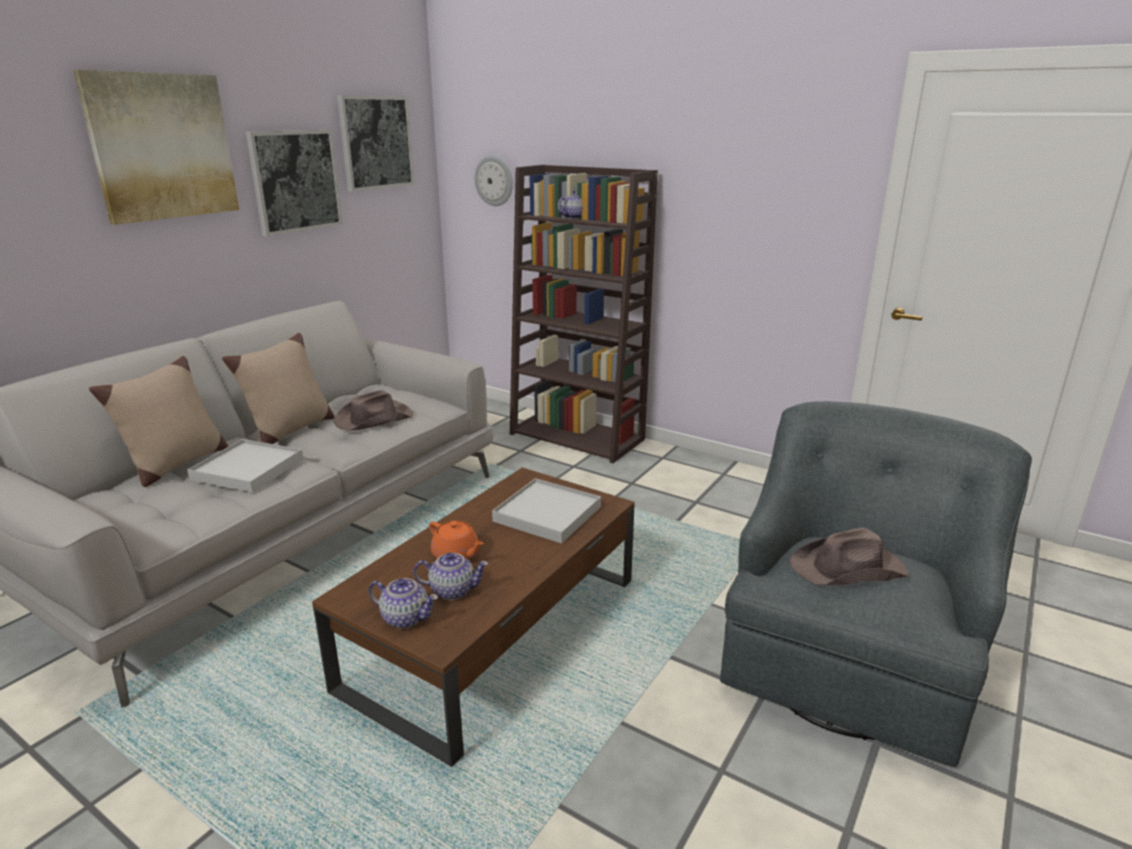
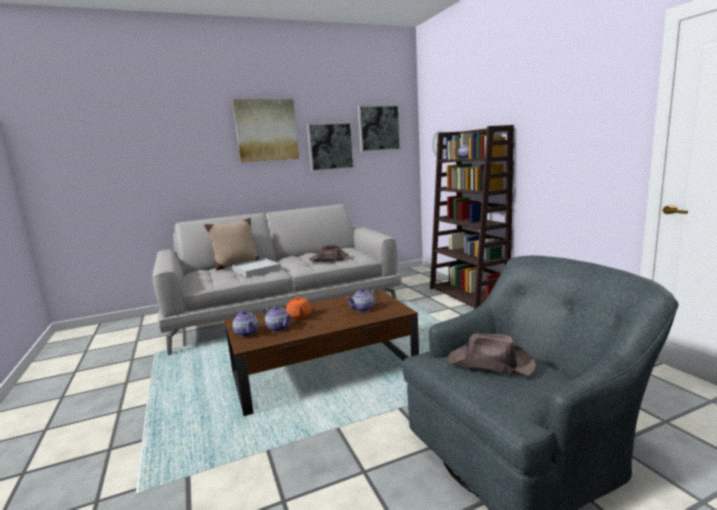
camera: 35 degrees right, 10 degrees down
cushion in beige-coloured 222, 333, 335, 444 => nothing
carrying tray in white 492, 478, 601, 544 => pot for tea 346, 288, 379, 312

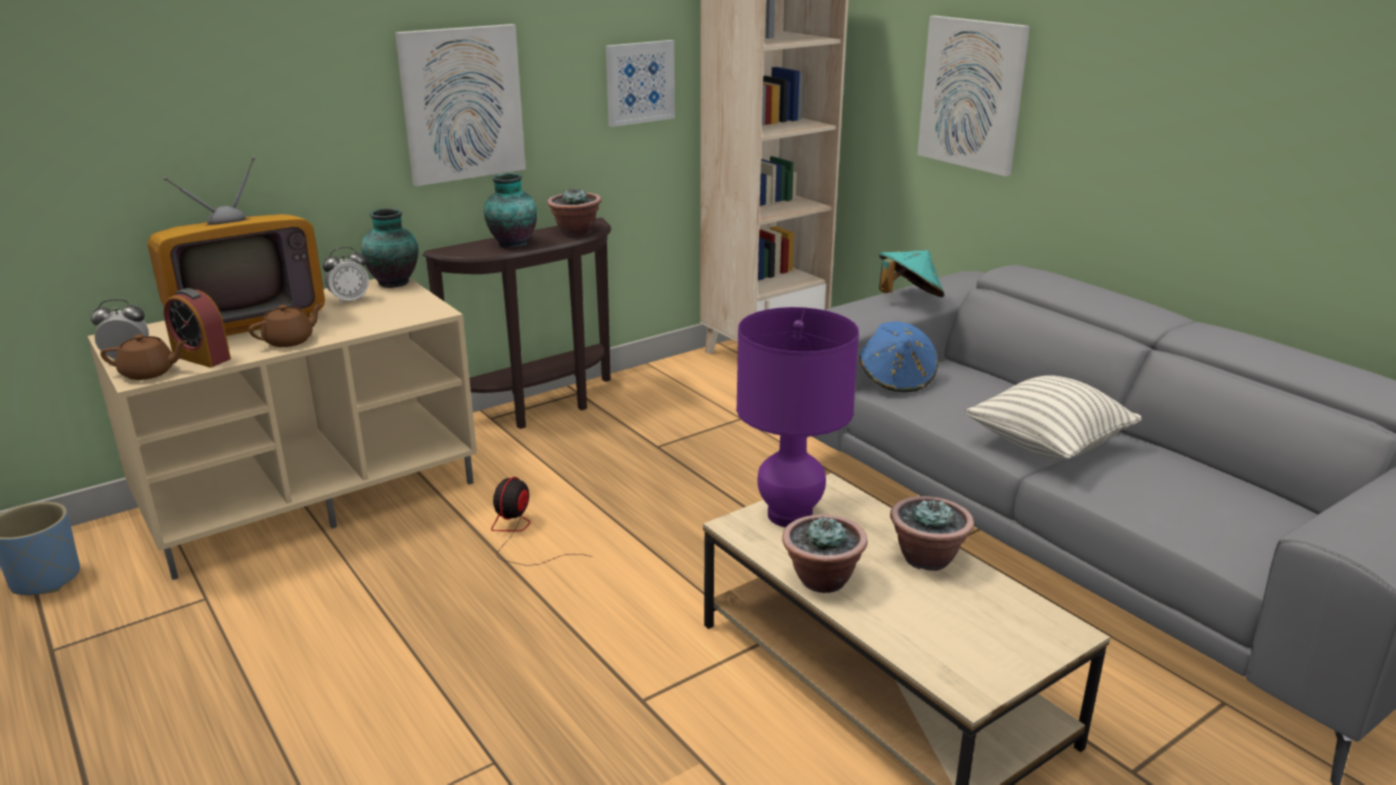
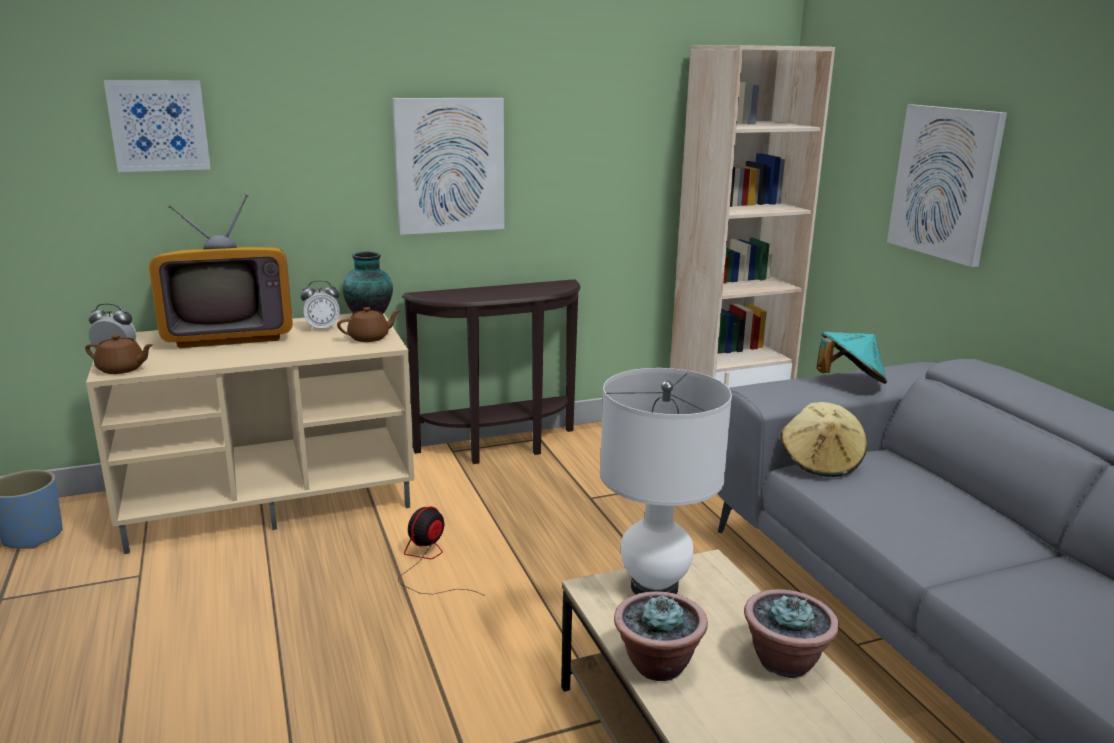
camera: 15 degrees right, 5 degrees down
wall art 606, 40, 675, 127 => wall art 104, 80, 211, 172, relocated
flower vase 484, 173, 537, 248 => nothing
houseplant 547, 188, 602, 236 => nothing
bedside clock 164, 288, 231, 367 => nothing
pot for tea in brown-coloured 248, 303, 323, 347 => pot for tea in brown-coloured 337, 307, 401, 342, relocated
lamp for a table in purple 736, 307, 859, 527 => lamp for a table in white 600, 368, 732, 595
hat in bluish 859, 322, 938, 392 => hat in beige-coloured 781, 402, 867, 477
cushion 965, 375, 1142, 460 => nothing

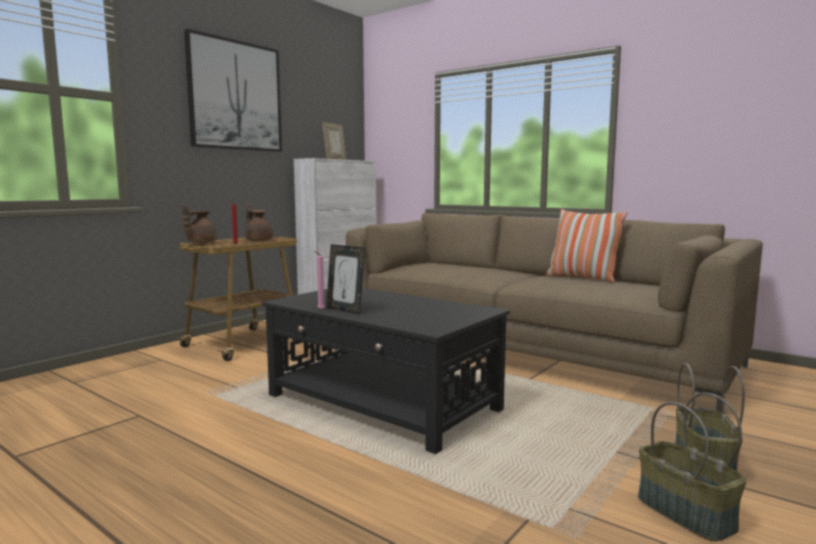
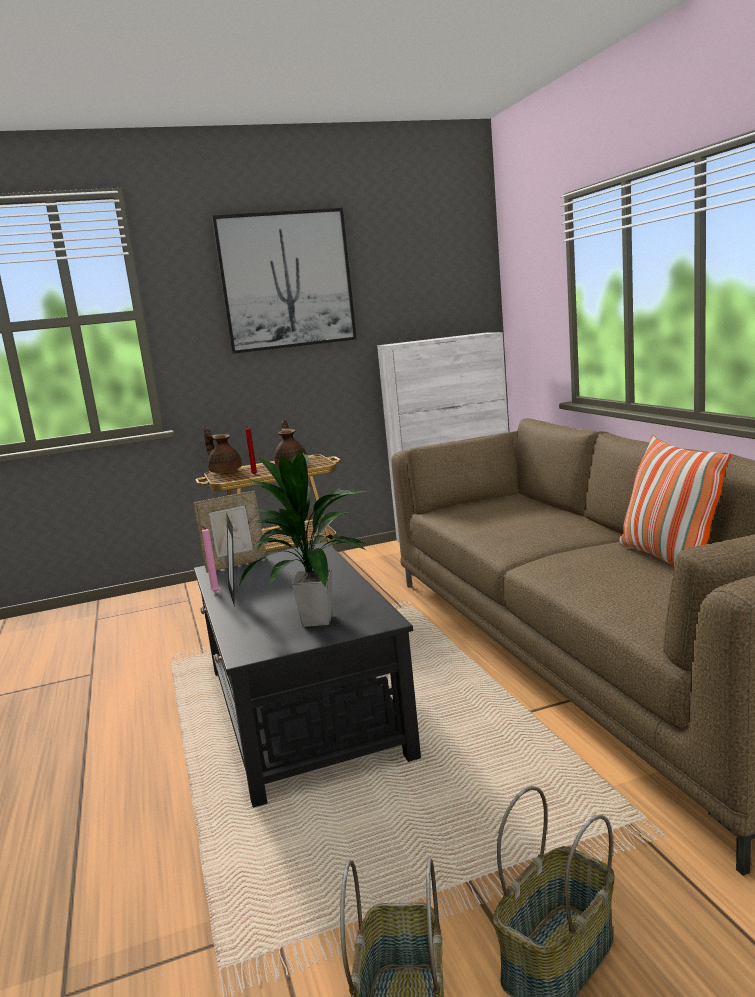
camera: 35 degrees right, 5 degrees up
standing frame 322, 122, 346, 160 => standing frame 193, 491, 267, 573, relocated
pot for tea in brown-coloured 182, 205, 217, 243 => pot for tea in brown-coloured 204, 427, 242, 473, 75 degrees clockwise
nothing => houseplant 239, 448, 369, 627

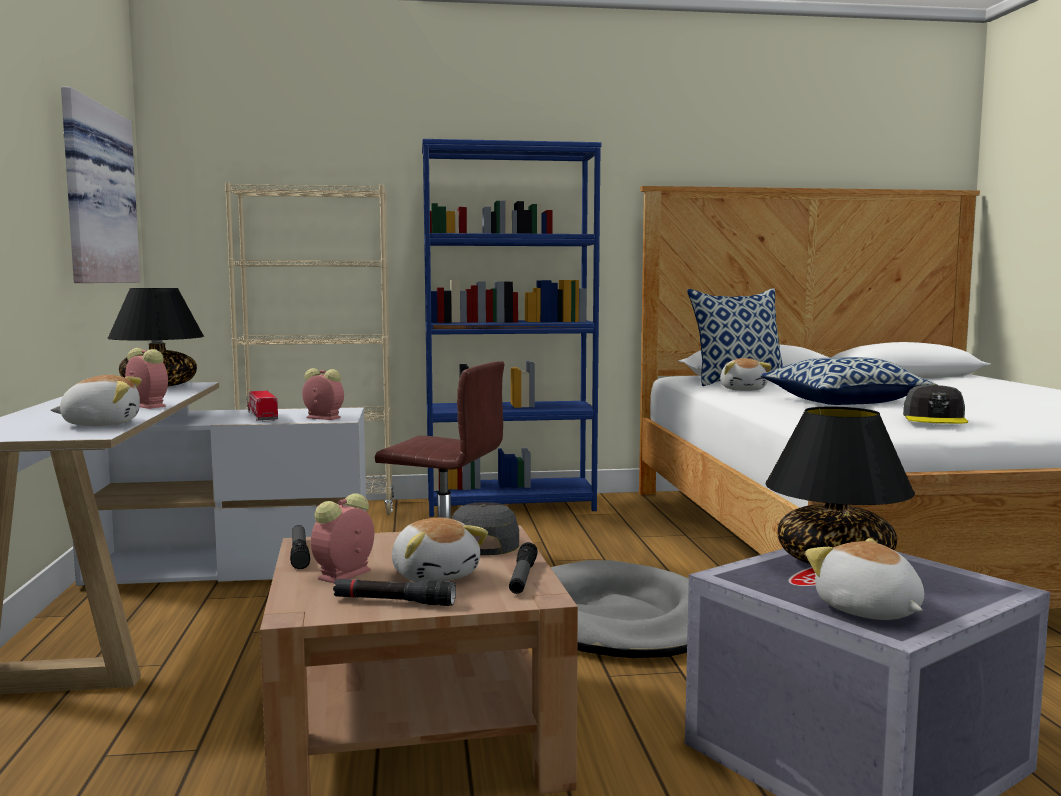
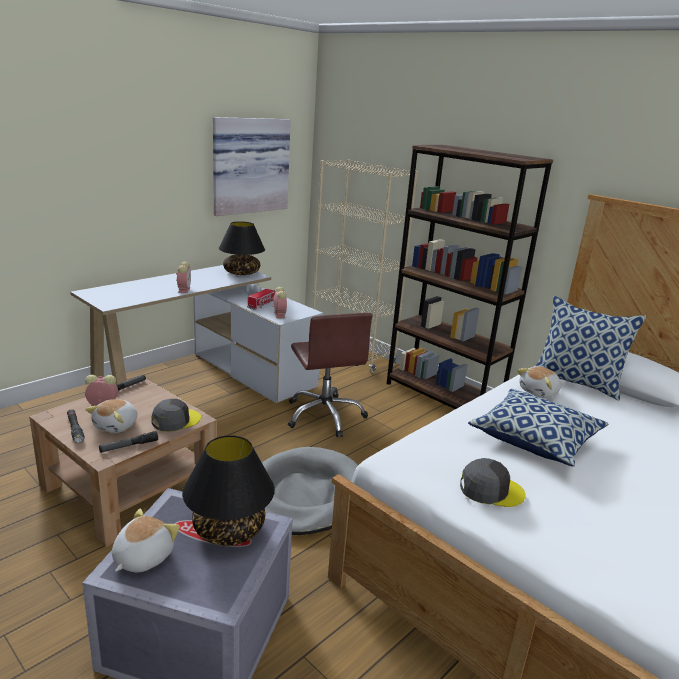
camera: 50 degrees right, 15 degrees up
bookcase in bluish 422, 139, 602, 517 => bookcase in brown-coloured 386, 145, 553, 409
soft toy 50, 375, 142, 426 => nothing
cap in grey 903, 384, 968, 424 => cap in grey 460, 458, 526, 507, 150 degrees counterclockwise

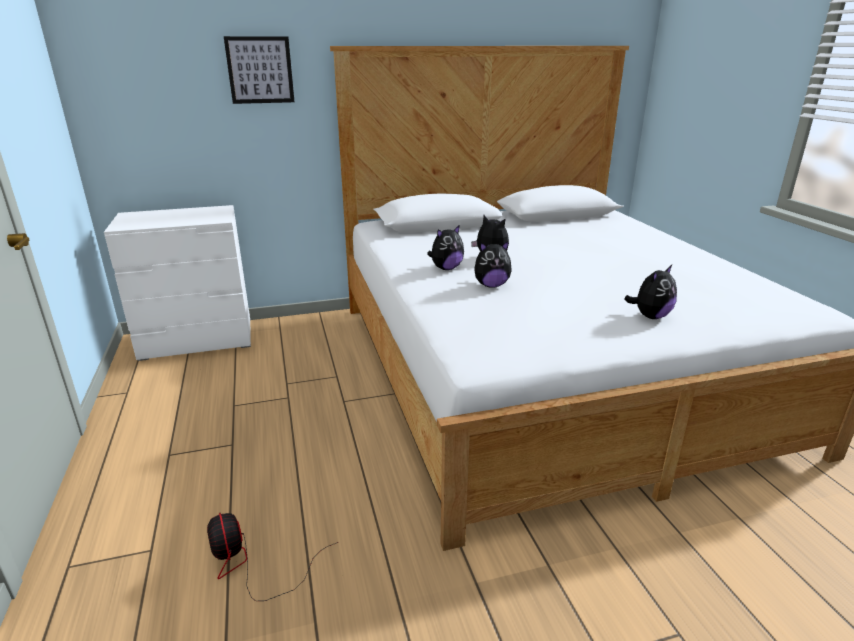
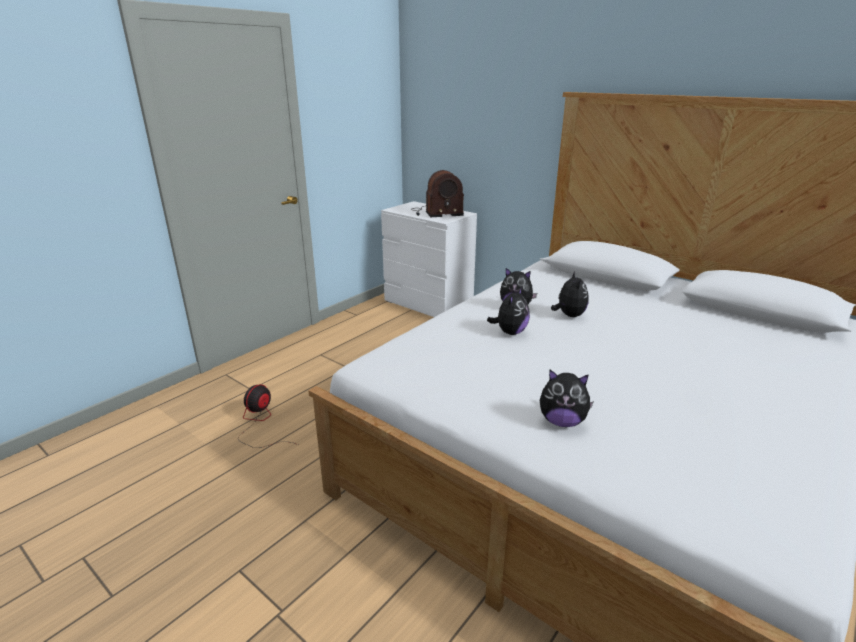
camera: 55 degrees right, 0 degrees up
wall art 224, 36, 294, 104 => nothing
soft toy 474, 241, 512, 288 => soft toy 487, 287, 530, 335, 105 degrees counterclockwise
nothing => radio 411, 170, 464, 217

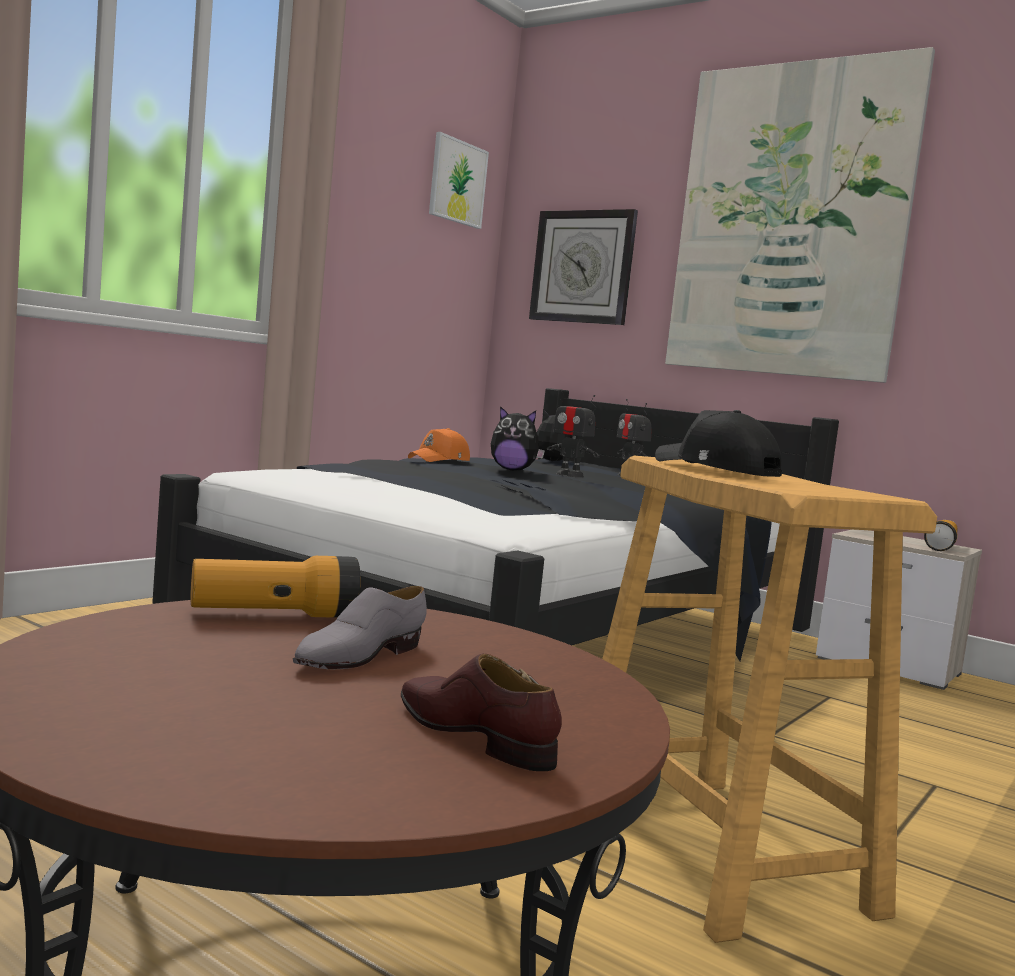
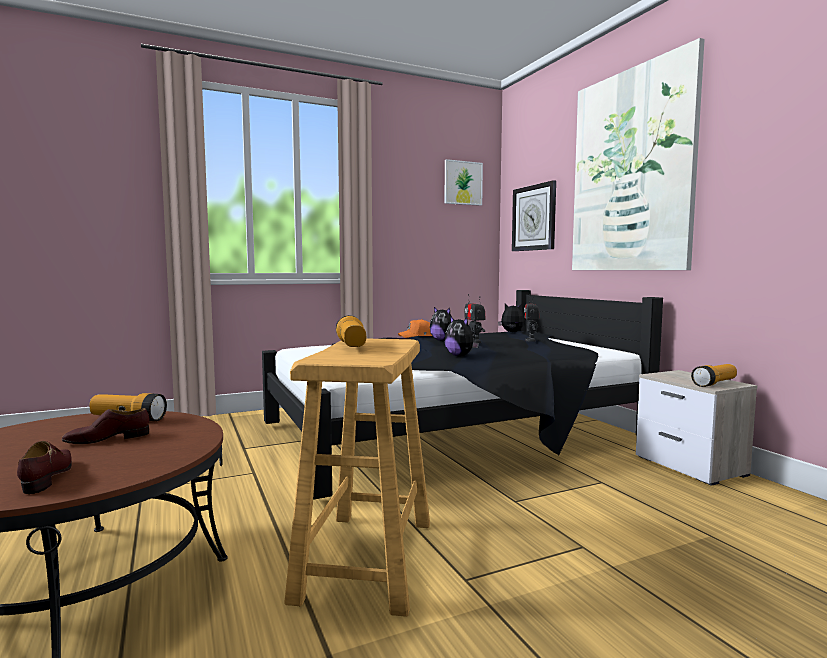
camera: 30 degrees right, 0 degrees up
cap in black 655, 410, 782, 477 => hand torch 336, 315, 366, 347
item of footwear in grey 293, 586, 427, 670 => item of footwear in brown-coloured 62, 408, 150, 444
nothing => soft toy 444, 316, 479, 356

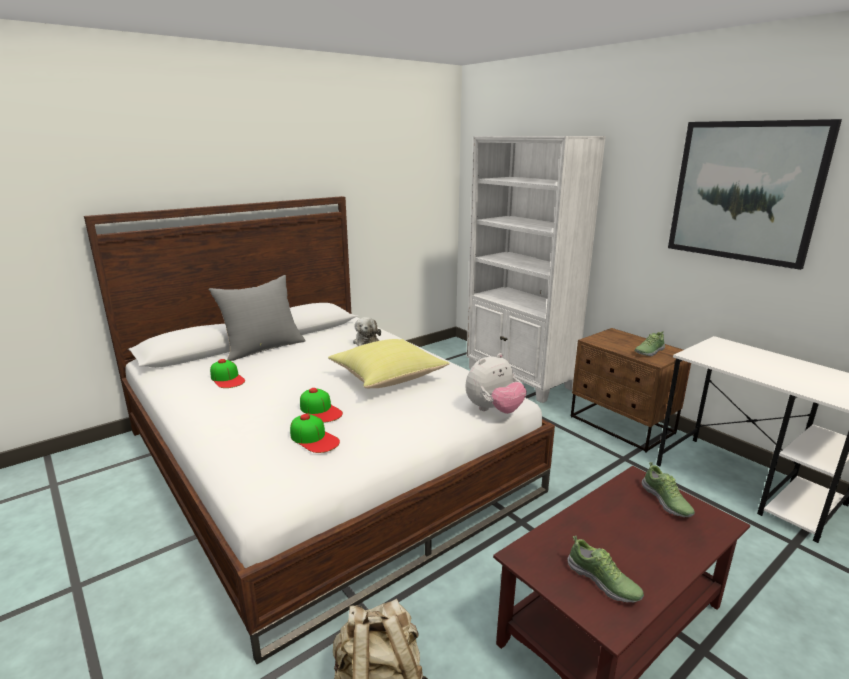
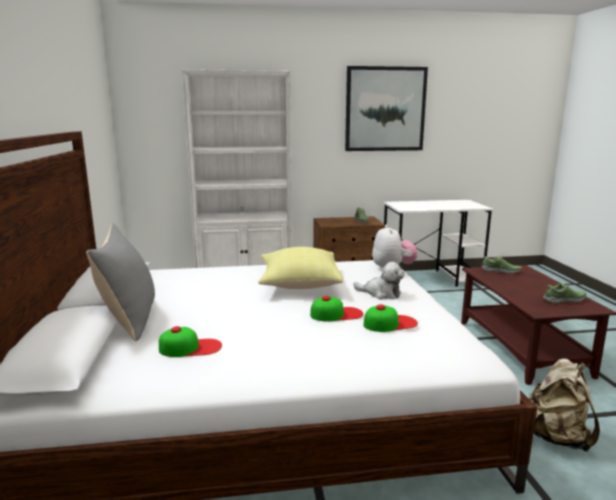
camera: 60 degrees left, 5 degrees down
soft toy 353, 317, 381, 346 => soft toy 353, 262, 404, 299, relocated

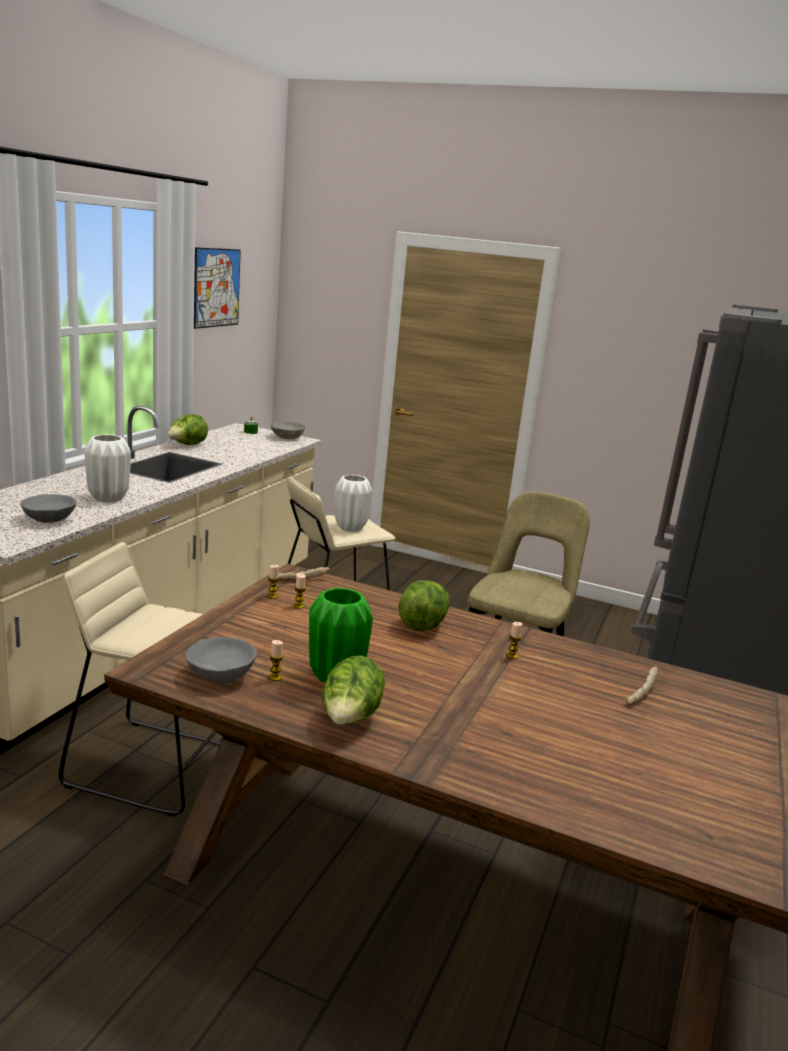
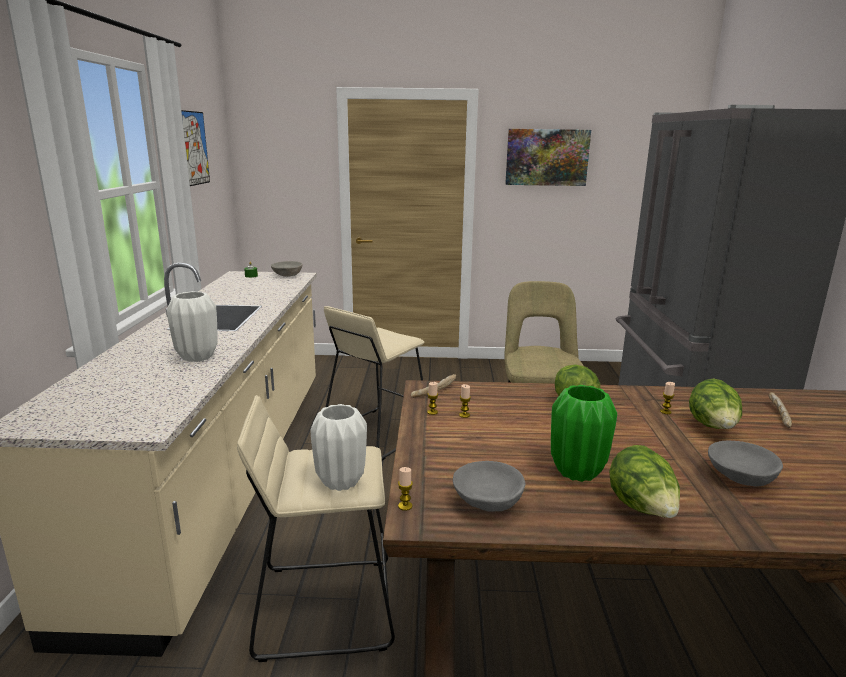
camera: 20 degrees left, 0 degrees up
head of lettuce 167, 414, 208, 445 => head of lettuce 689, 379, 742, 429, relocated
flower vase in white 335, 475, 372, 532 => flower vase in white 310, 404, 367, 491, relocated
serving bowl in grey 20, 494, 77, 523 => serving bowl in grey 708, 441, 783, 486, relocated
candle 269, 640, 284, 681 => candle 398, 467, 413, 511, relocated
nothing => wall art 505, 129, 591, 186

